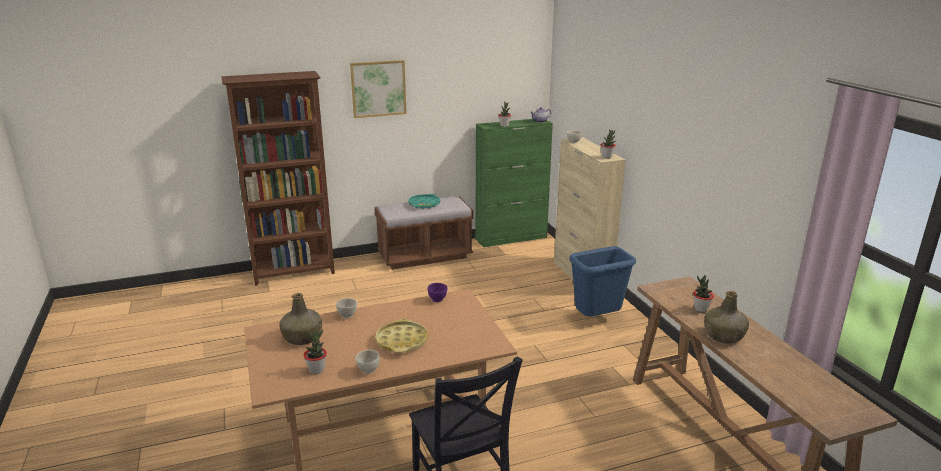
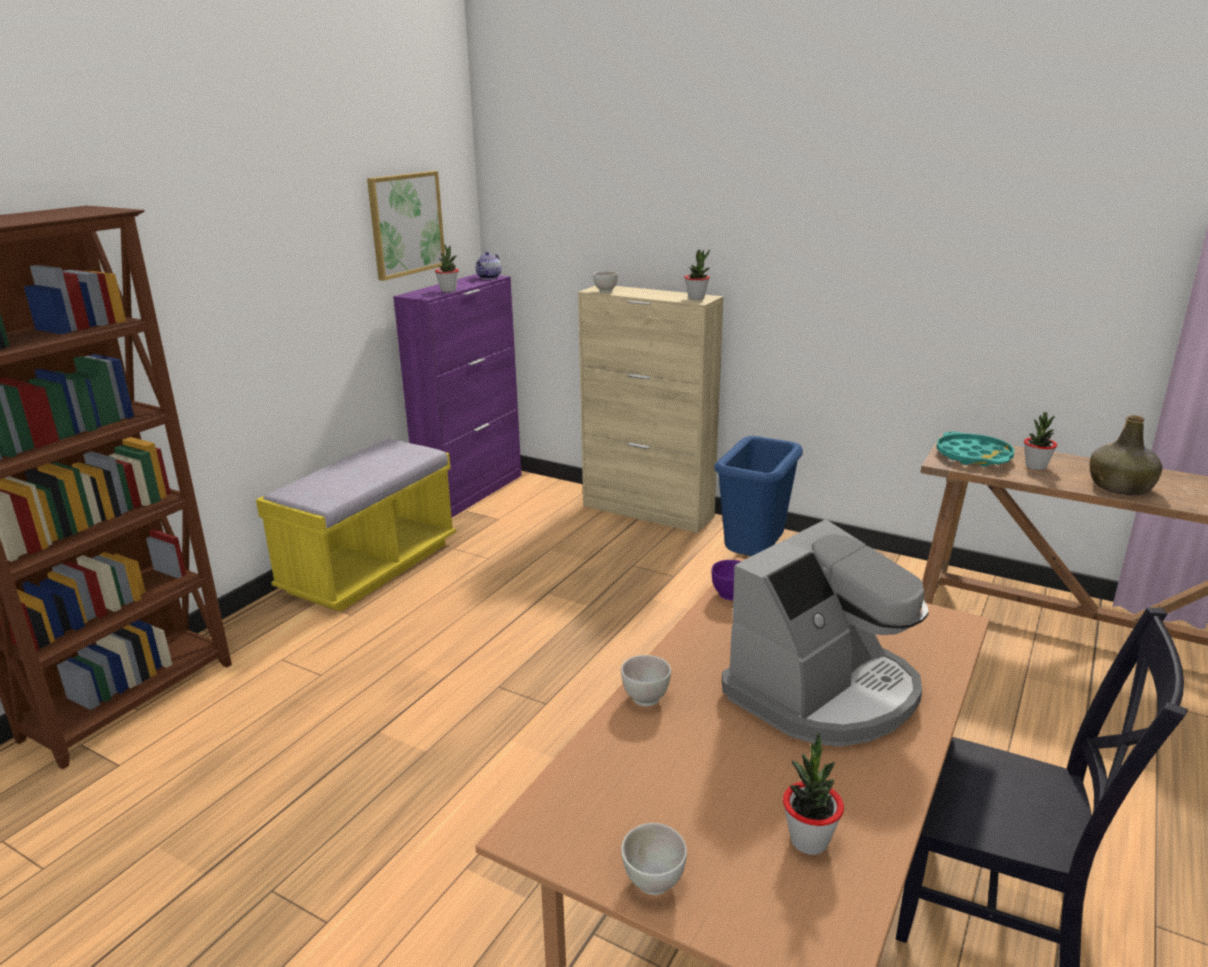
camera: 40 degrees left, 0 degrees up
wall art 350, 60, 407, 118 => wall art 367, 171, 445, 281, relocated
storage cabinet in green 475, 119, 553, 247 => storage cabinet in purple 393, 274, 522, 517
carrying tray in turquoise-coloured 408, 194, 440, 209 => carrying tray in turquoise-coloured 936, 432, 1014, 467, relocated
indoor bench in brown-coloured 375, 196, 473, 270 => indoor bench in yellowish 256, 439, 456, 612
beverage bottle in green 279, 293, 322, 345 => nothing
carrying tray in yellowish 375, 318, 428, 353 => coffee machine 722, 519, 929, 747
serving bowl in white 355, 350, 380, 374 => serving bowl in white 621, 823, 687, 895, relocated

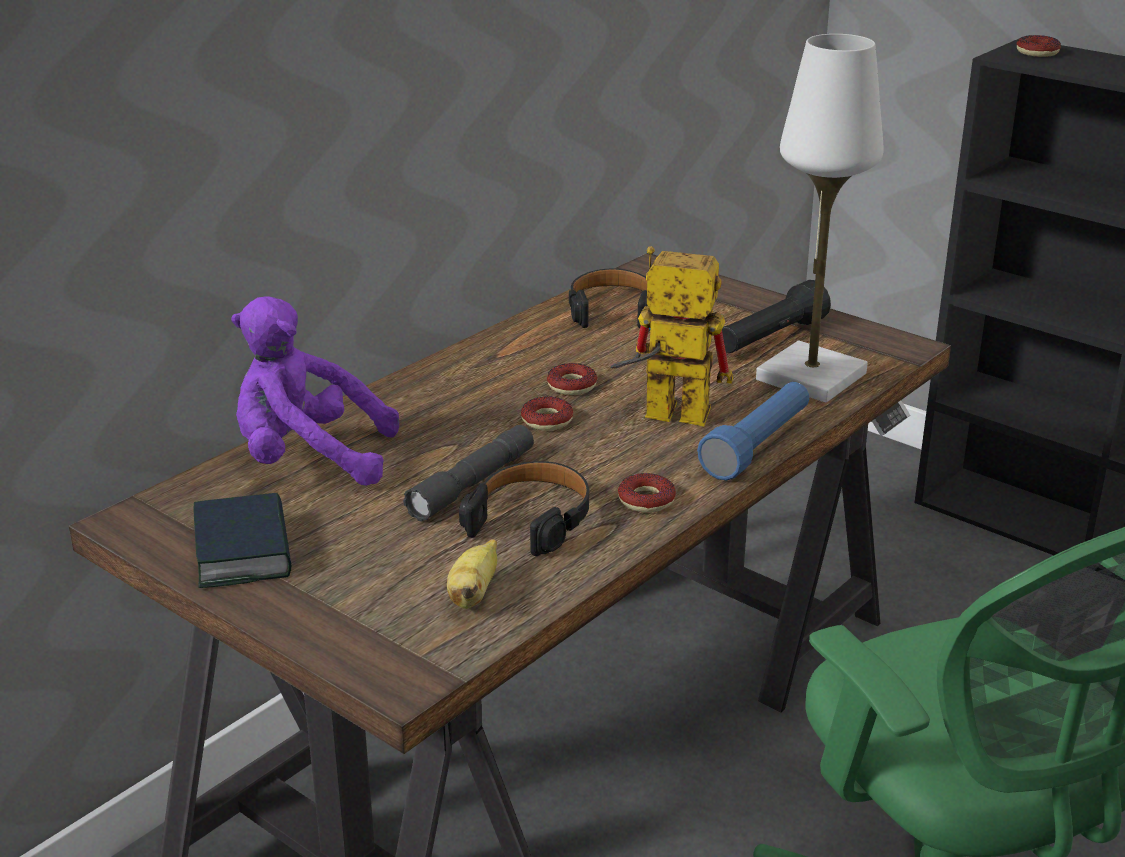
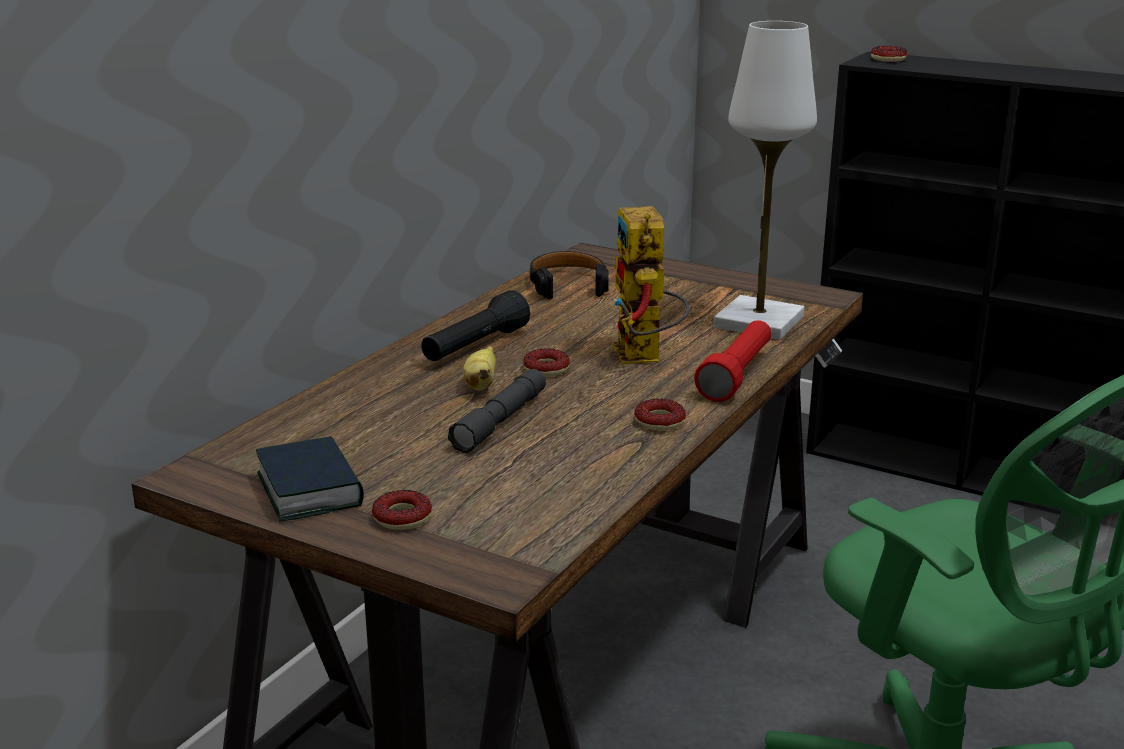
camera: 10 degrees left, 5 degrees down
model robot 610, 246, 733, 427 => model robot 612, 206, 690, 365, 105 degrees counterclockwise
hand torch in black 722, 280, 831, 353 => hand torch in black 421, 290, 530, 361, relocated
soft toy in purple 231, 296, 399, 486 => nothing
ring doughnut 547, 363, 597, 395 => ring doughnut 372, 490, 432, 530, relocated
hand torch in bluish 697, 382, 809, 481 => hand torch in reddish 694, 320, 772, 402
headphones in black 459, 461, 589, 556 => nothing
banana fruit 447, 539, 497, 609 => banana fruit 463, 346, 496, 391, relocated

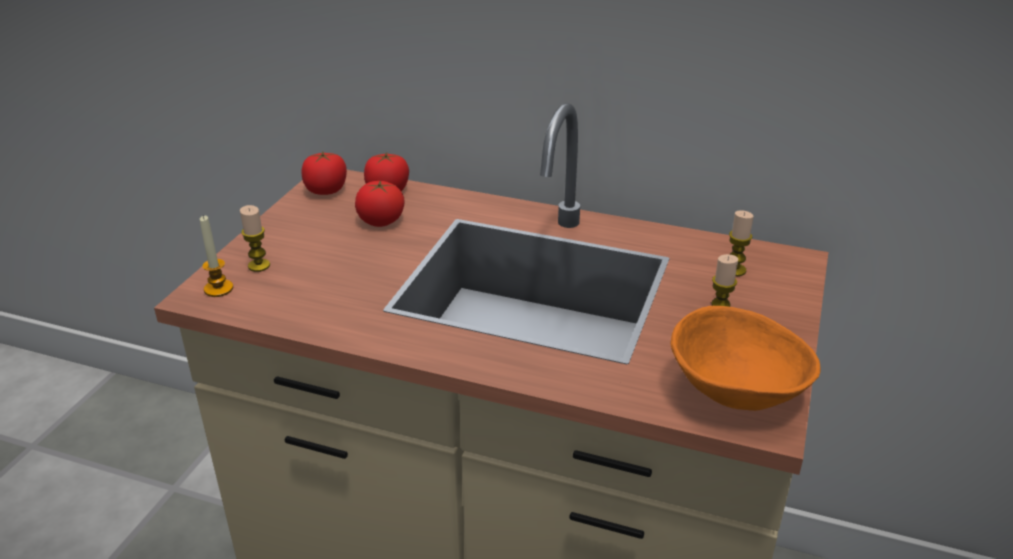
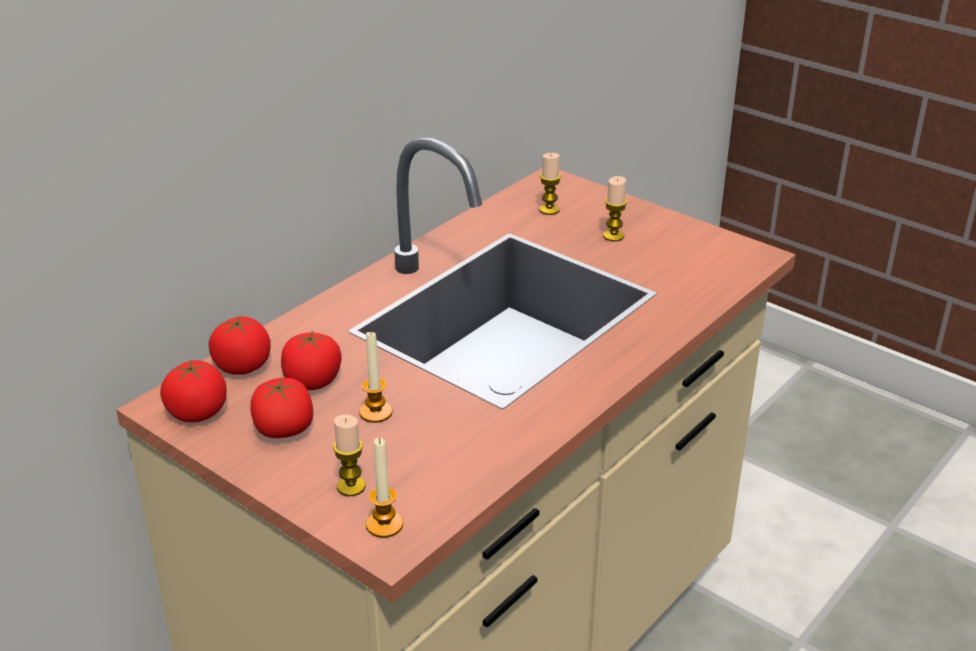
camera: 70 degrees left, 0 degrees up
serving bowl in orange-coloured 670, 306, 821, 411 => nothing
nothing => candle 359, 330, 393, 423
nothing => tomato 250, 378, 313, 438

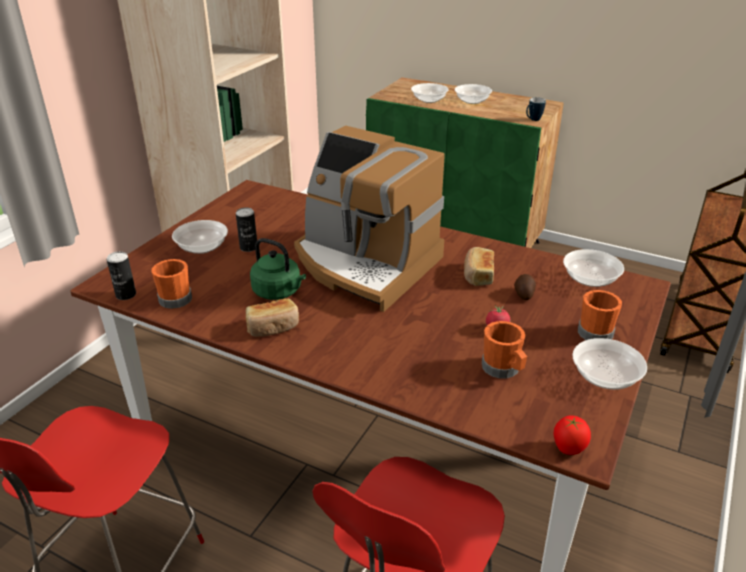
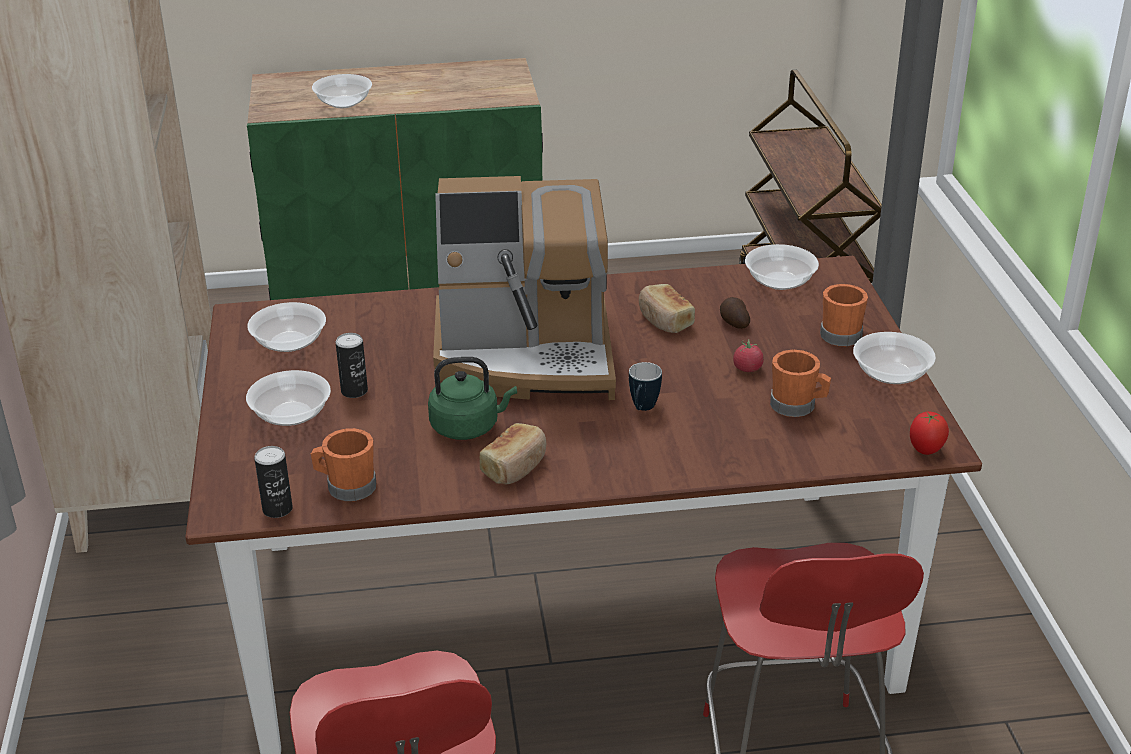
camera: 35 degrees left, 0 degrees up
serving bowl 454, 84, 492, 104 => serving bowl 247, 302, 326, 352, relocated
tea mug 526, 97, 546, 121 => tea mug 629, 362, 662, 411, relocated

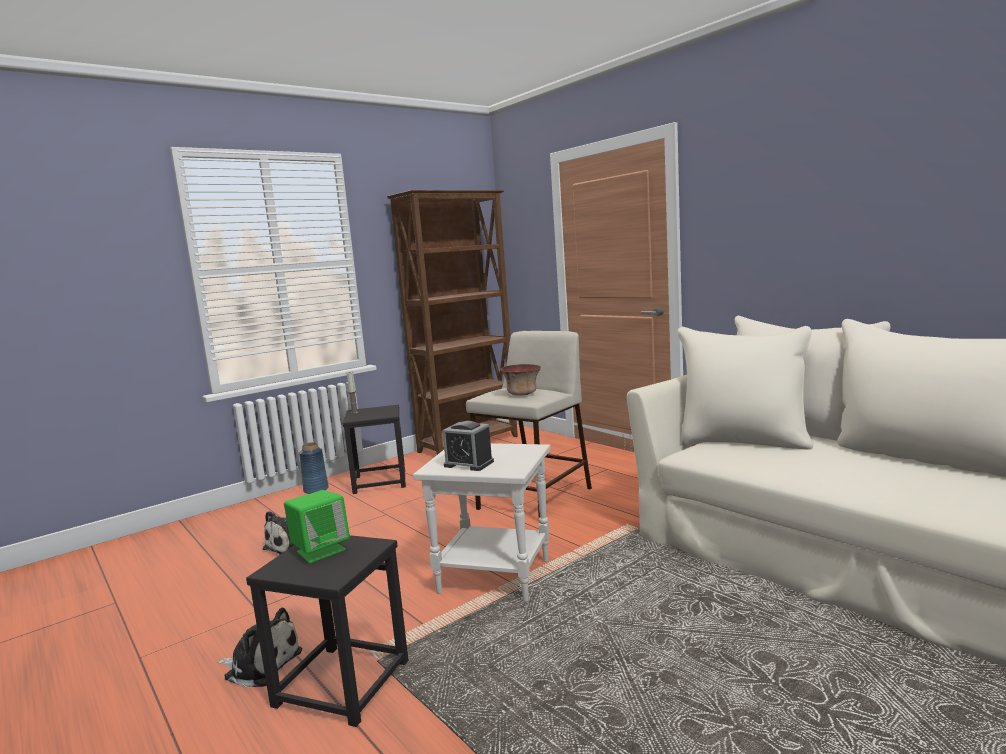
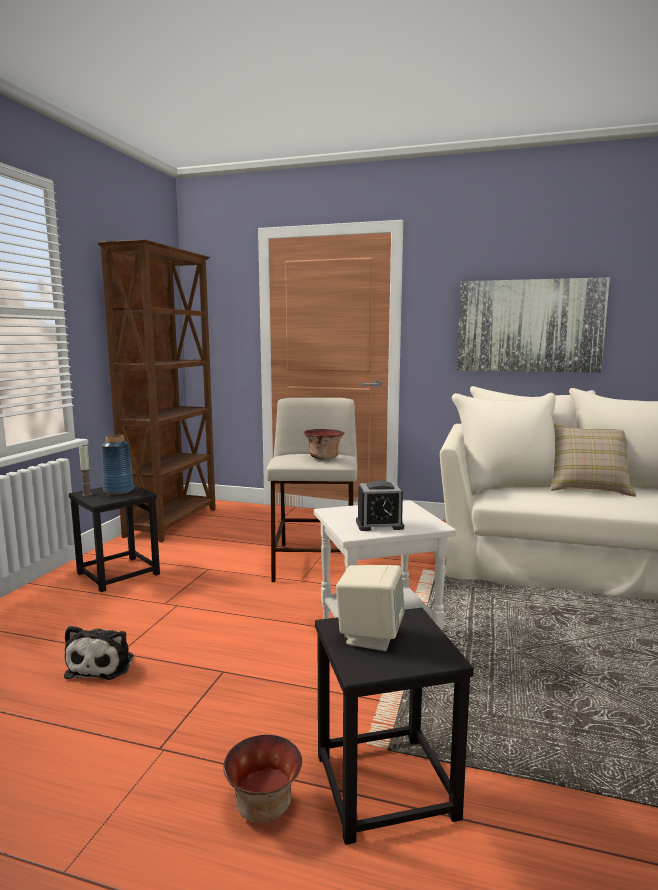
camera: 35 degrees left, 0 degrees up
flower vase in bluish 299, 442, 329, 494 => flower vase in bluish 101, 435, 134, 494, relocated
speaker in green 284, 490, 350, 563 => speaker in beige-coloured 336, 565, 405, 651
soft toy 217, 607, 302, 688 => serving bowl 223, 735, 302, 823
nothing => wall art 457, 277, 610, 373
nothing => cushion in beige-coloured 551, 423, 636, 497

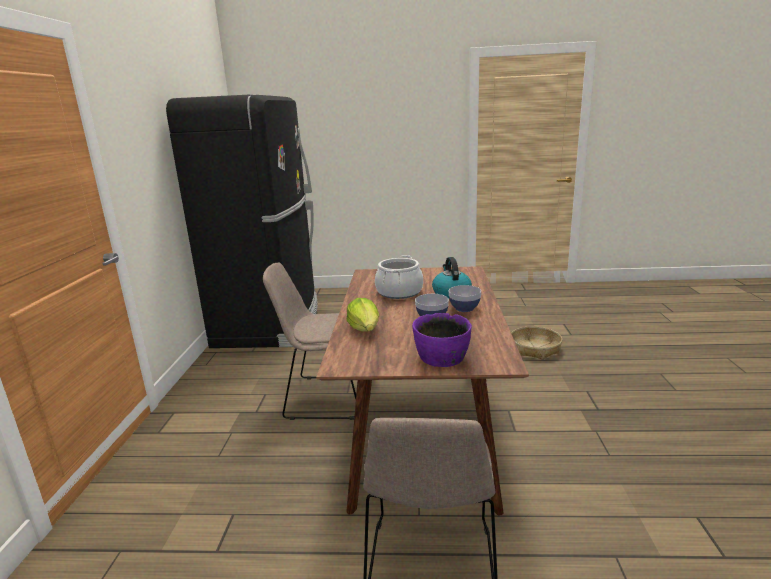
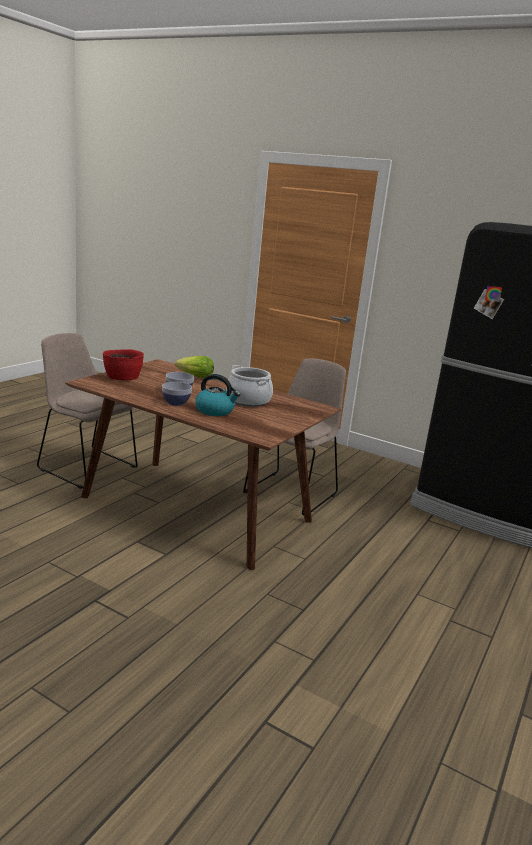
camera: 115 degrees right, 0 degrees up
serving bowl in purple 412, 313, 472, 367 => serving bowl in reddish 103, 349, 144, 380
storage basket 511, 326, 562, 360 => nothing

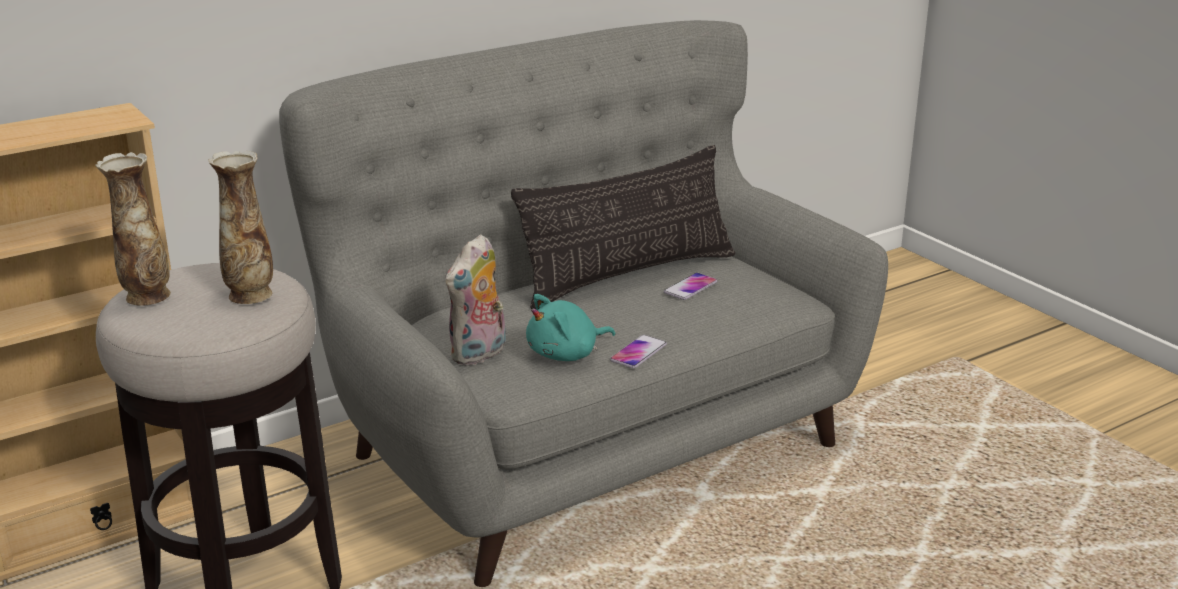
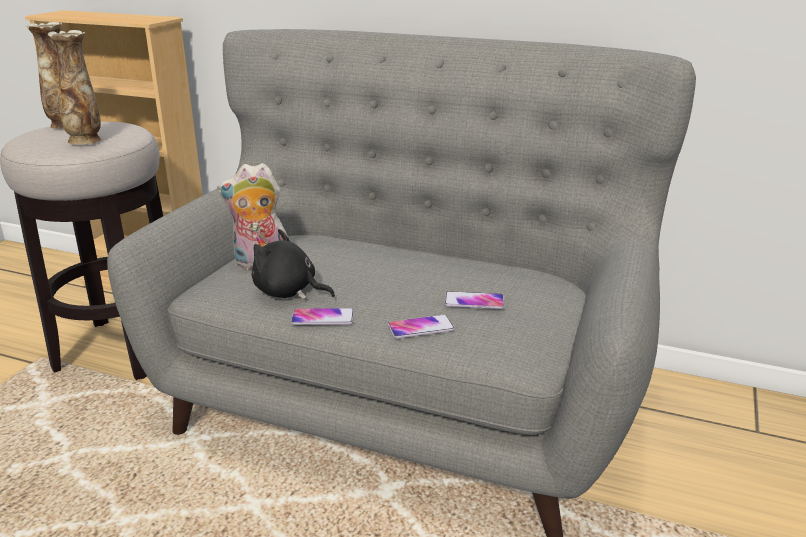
camera: 55 degrees right, 0 degrees up
cushion 511, 145, 735, 309 => nothing
soft toy in turquoise-coloured 526, 294, 615, 361 => soft toy in black 252, 229, 335, 300
nothing => telephone 388, 315, 455, 338

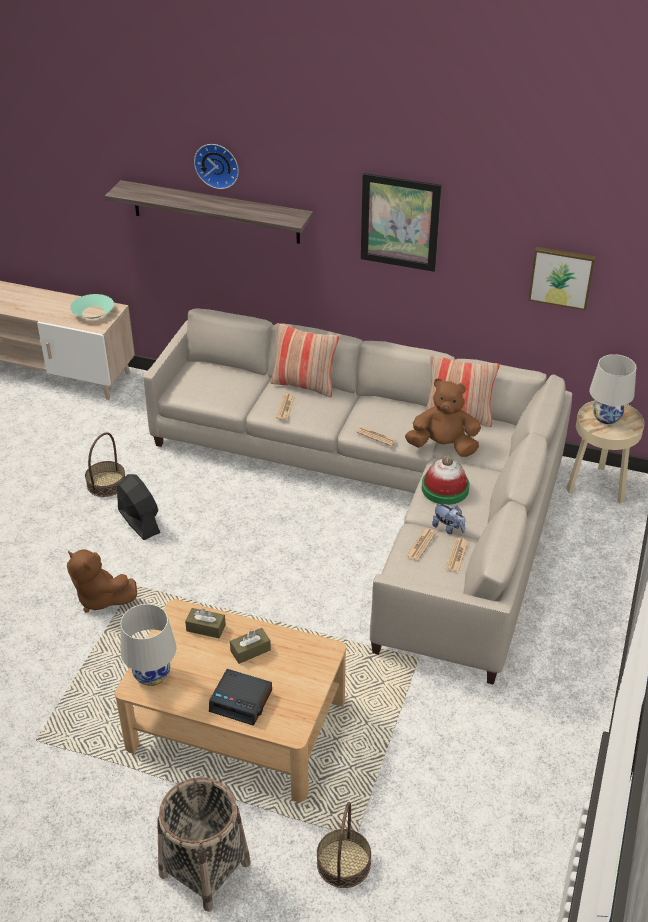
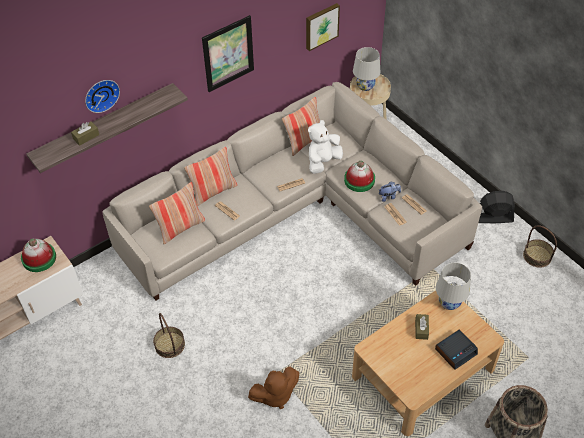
camera: 55 degrees left, 10 degrees up
serving bowl in turquoise-coloured 70, 294, 114, 319 => hat 21, 239, 56, 272
soft toy in brown-coloured 405, 378, 481, 457 => soft toy in white 308, 120, 343, 174
cooling fan in black 117, 474, 160, 540 => cooling fan in black 479, 191, 515, 223, relocated
lamp for a table in white 120, 604, 176, 686 => lamp for a table in white 436, 262, 471, 310, relocated
box of tissues in brown-coloured 185, 608, 226, 638 => box of tissues in brown-coloured 71, 122, 99, 146, relocated
storage basket 317, 802, 371, 888 => storage basket 523, 225, 557, 268, relocated
nothing => cushion 149, 182, 205, 244

